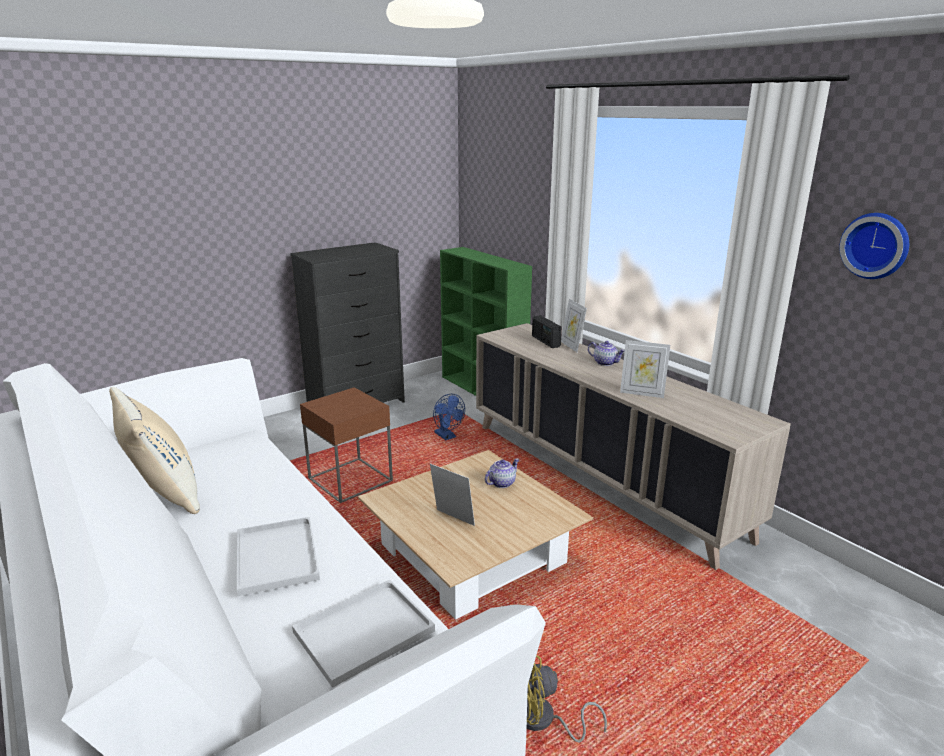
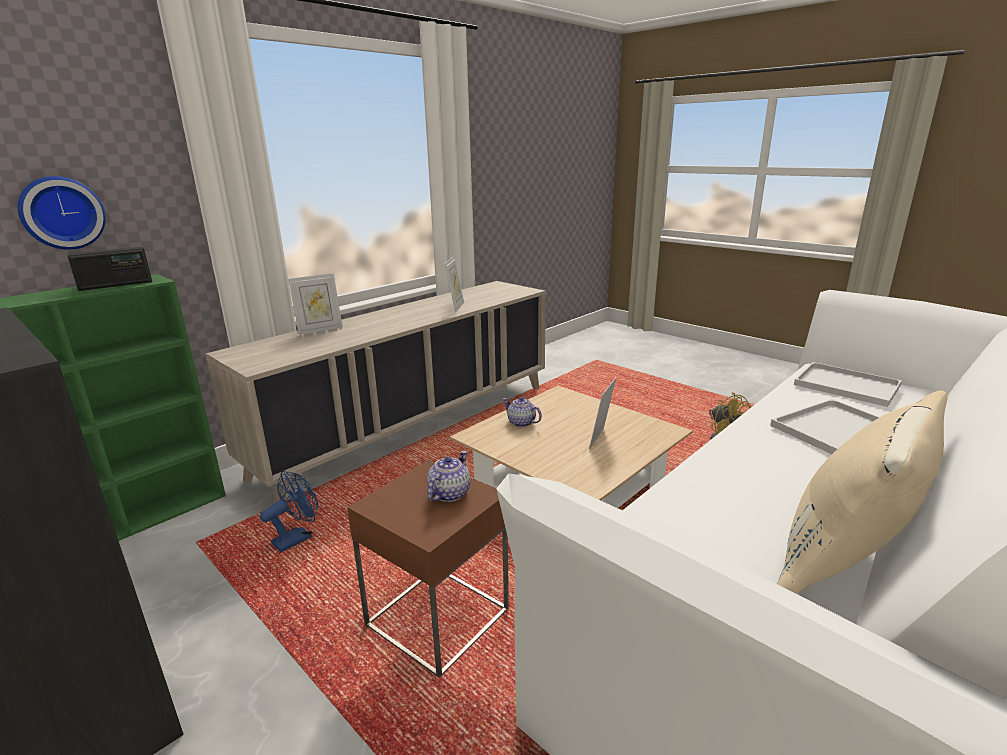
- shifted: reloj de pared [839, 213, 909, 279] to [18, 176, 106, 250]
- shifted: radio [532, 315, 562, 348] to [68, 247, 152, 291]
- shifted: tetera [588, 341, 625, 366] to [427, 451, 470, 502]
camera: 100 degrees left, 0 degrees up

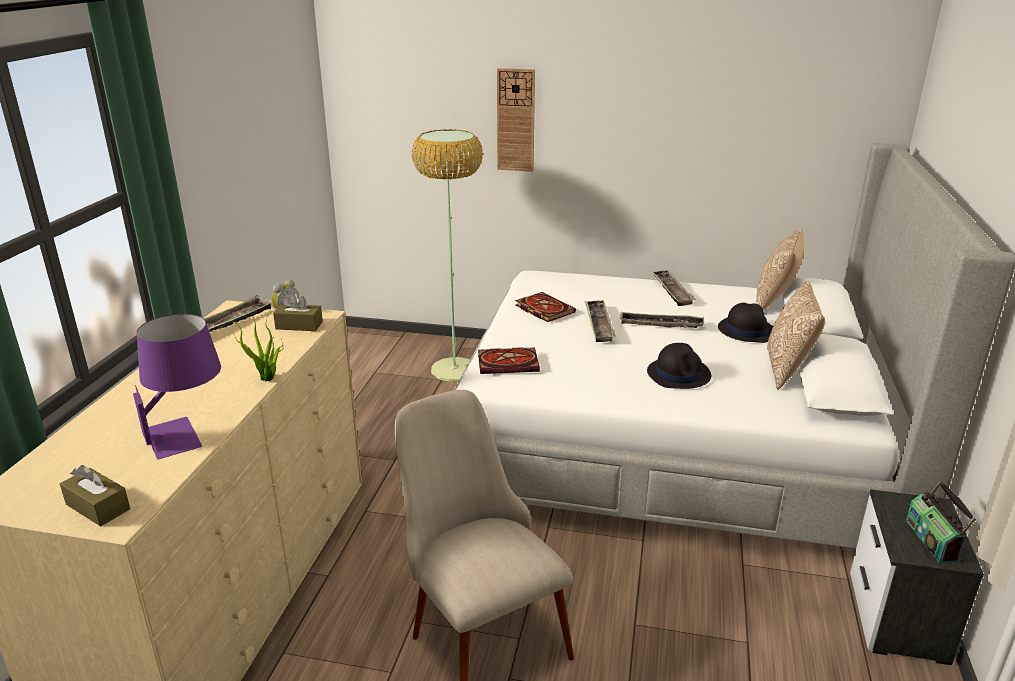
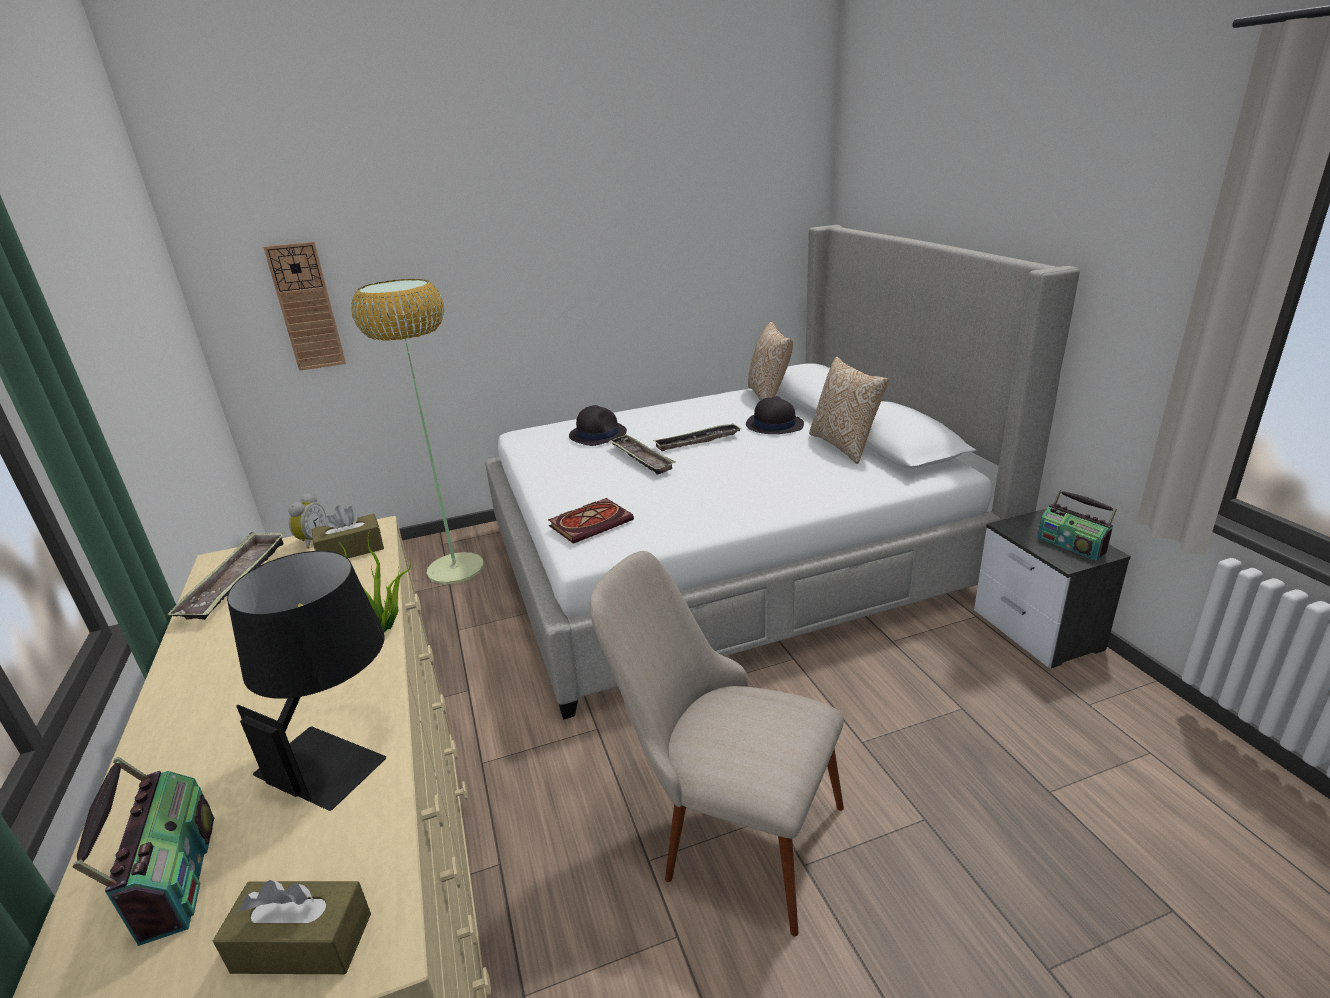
- new: radio [73, 757, 214, 946]
- repainted: lámpara de mesa/morado [133, 314, 221, 459] to lámpara de mesa/negro [227, 551, 386, 811]
- shifted: reloj de pared [497, 68, 535, 172] to [263, 241, 346, 371]
- shifted: sombrero/negro [647, 343, 711, 389] to [569, 405, 627, 446]
- gone: libro [515, 292, 576, 322]
- gone: bandeja [651, 270, 696, 306]
camera: 30 degrees left, 0 degrees up

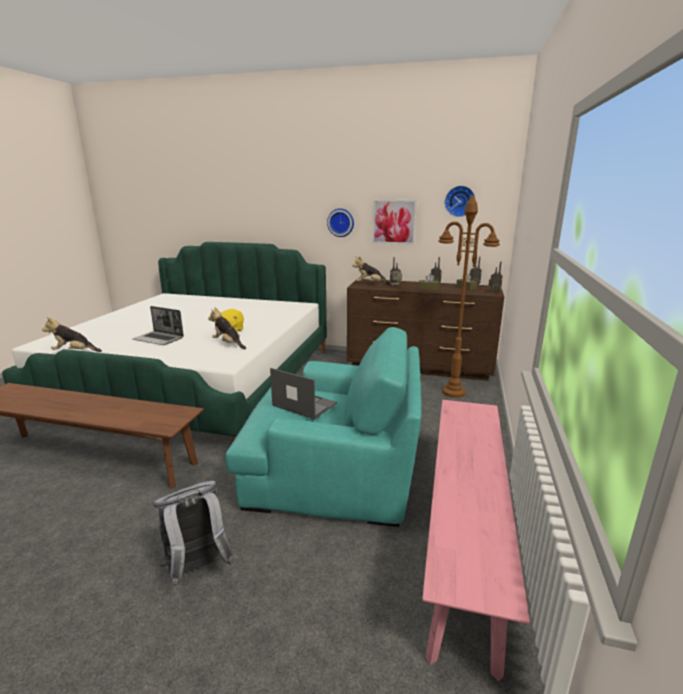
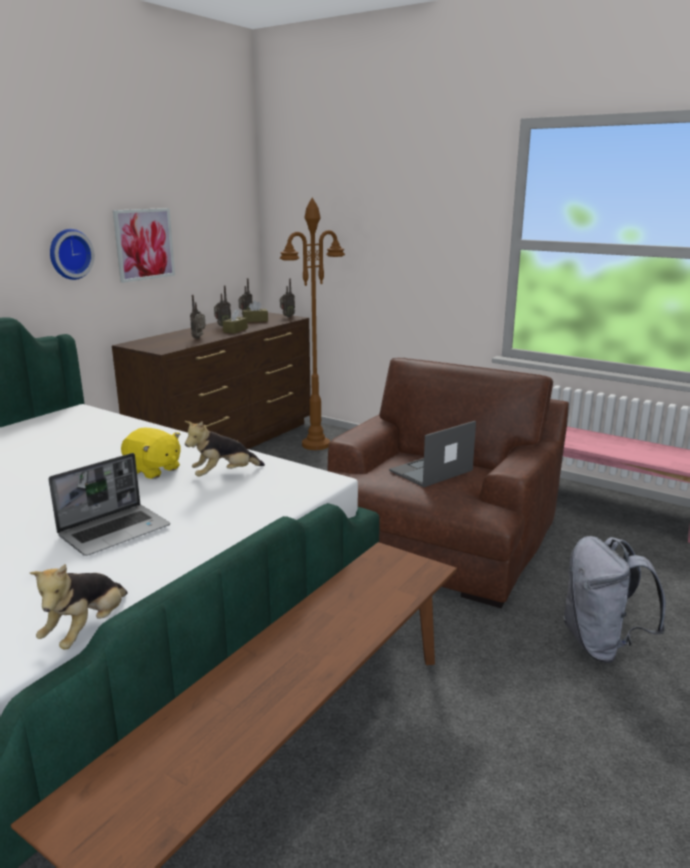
- repainted: sillón/turquesa [225, 327, 422, 527] to sillón/marrón [328, 358, 569, 608]
- gone: peluche [352, 256, 390, 285]
- gone: reloj de pared [445, 186, 476, 217]
camera: 70 degrees left, 0 degrees up

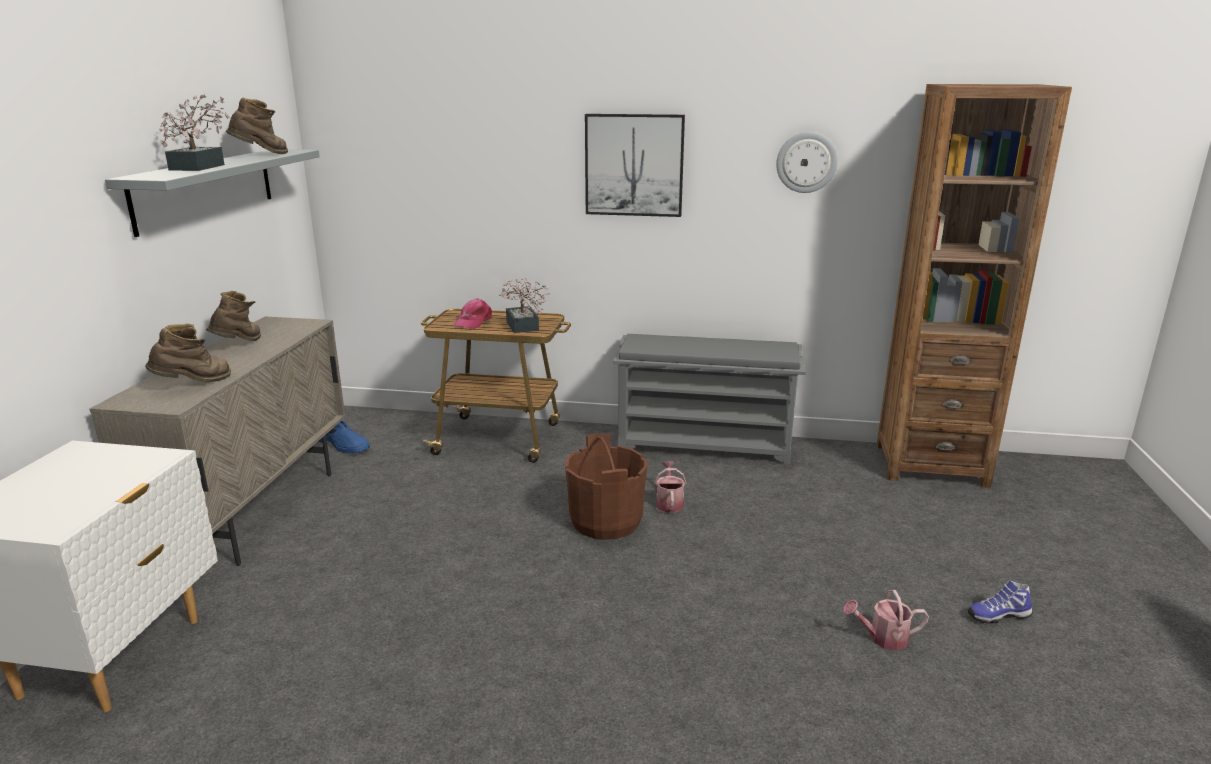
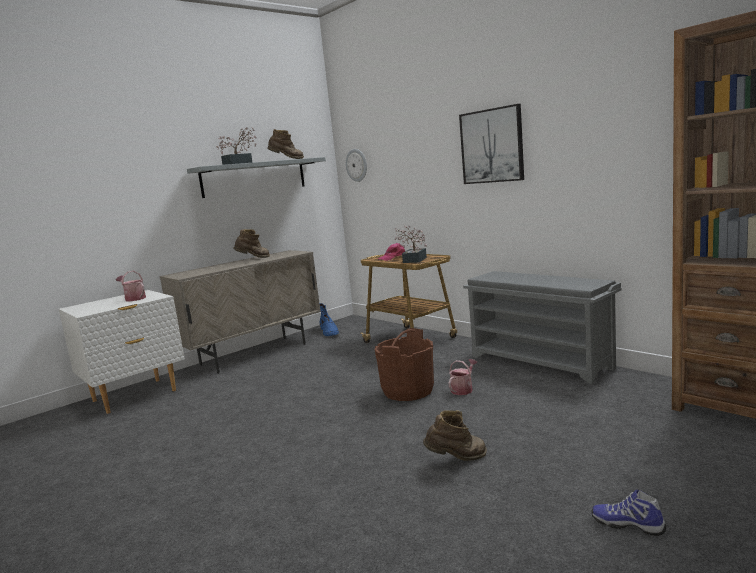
- shifted: regadera [843, 590, 929, 651] to [116, 271, 146, 301]
- shifted: reloj de pared [776, 132, 838, 193] to [346, 149, 367, 182]
- shifted: bota/marrón [145, 323, 231, 383] to [423, 410, 487, 461]
camera: 40 degrees right, 10 degrees down

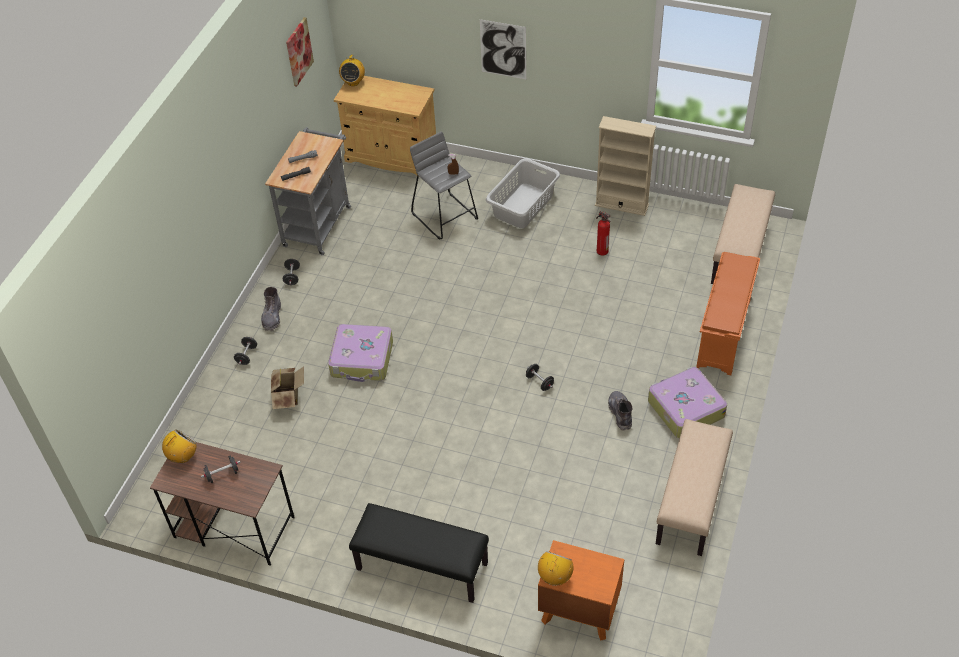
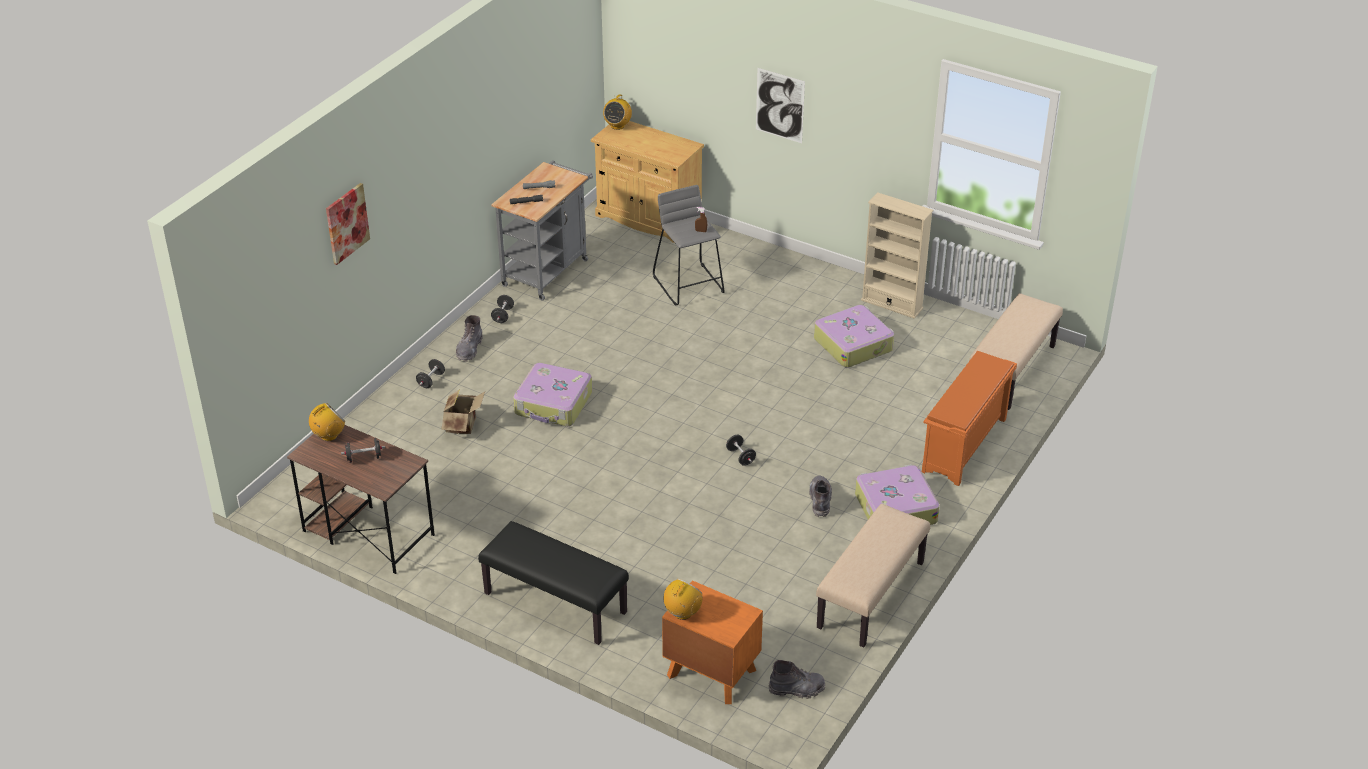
- shifted: cuadro [286, 17, 314, 86] to [326, 183, 370, 265]
- new: bota/gris [769, 660, 825, 699]
- swapped: extintor [596, 211, 611, 256] to maleta [814, 305, 894, 368]
- gone: cesto de la ropa/gris [486, 158, 560, 228]
camera: 10 degrees right, 10 degrees down

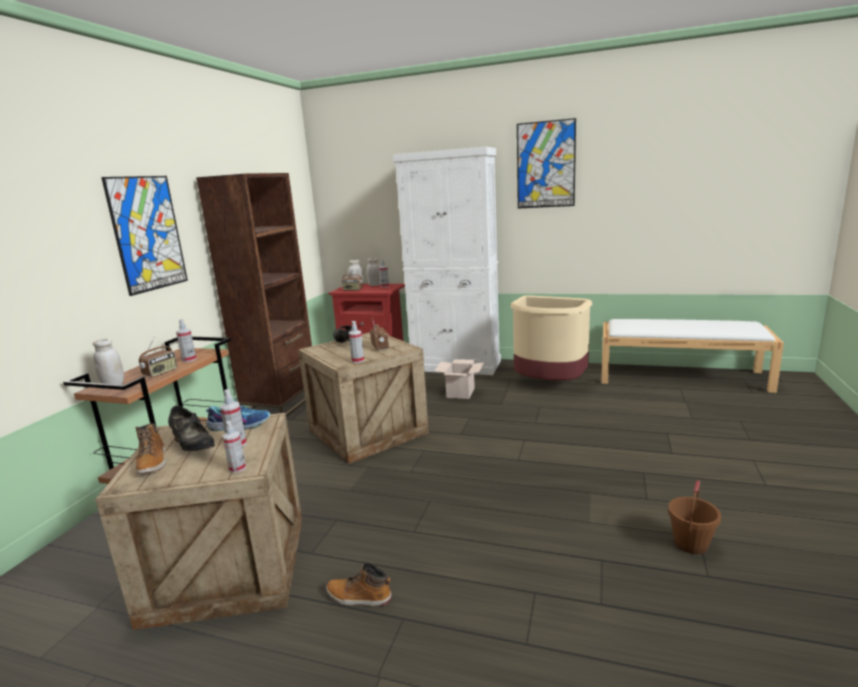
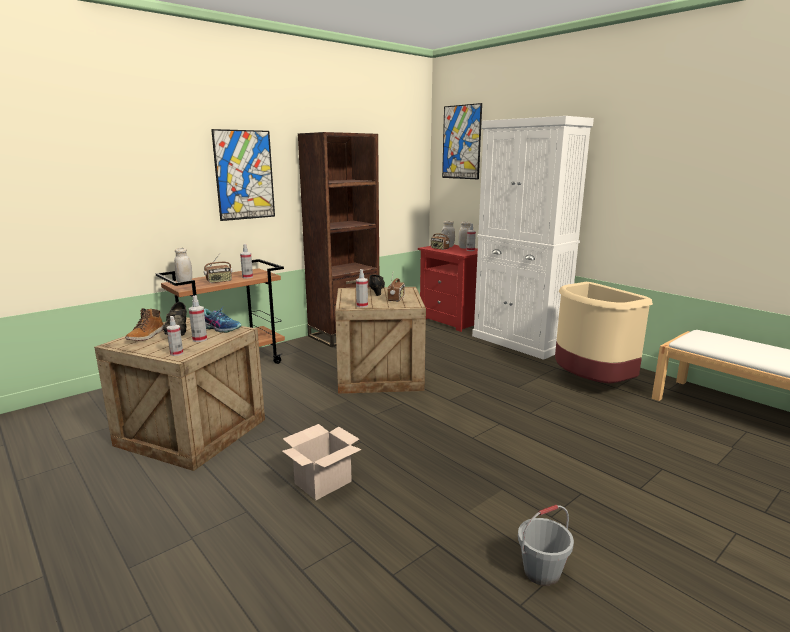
- shifted: caja de cartón [434, 360, 484, 399] to [282, 424, 362, 500]
- shifted: cuadro [517, 118, 576, 209] to [442, 103, 482, 179]
- repainted: cubo/marrón [668, 480, 721, 554] to cubo/gris [518, 505, 574, 586]
- gone: bota [326, 563, 392, 606]
camera: 30 degrees right, 0 degrees up

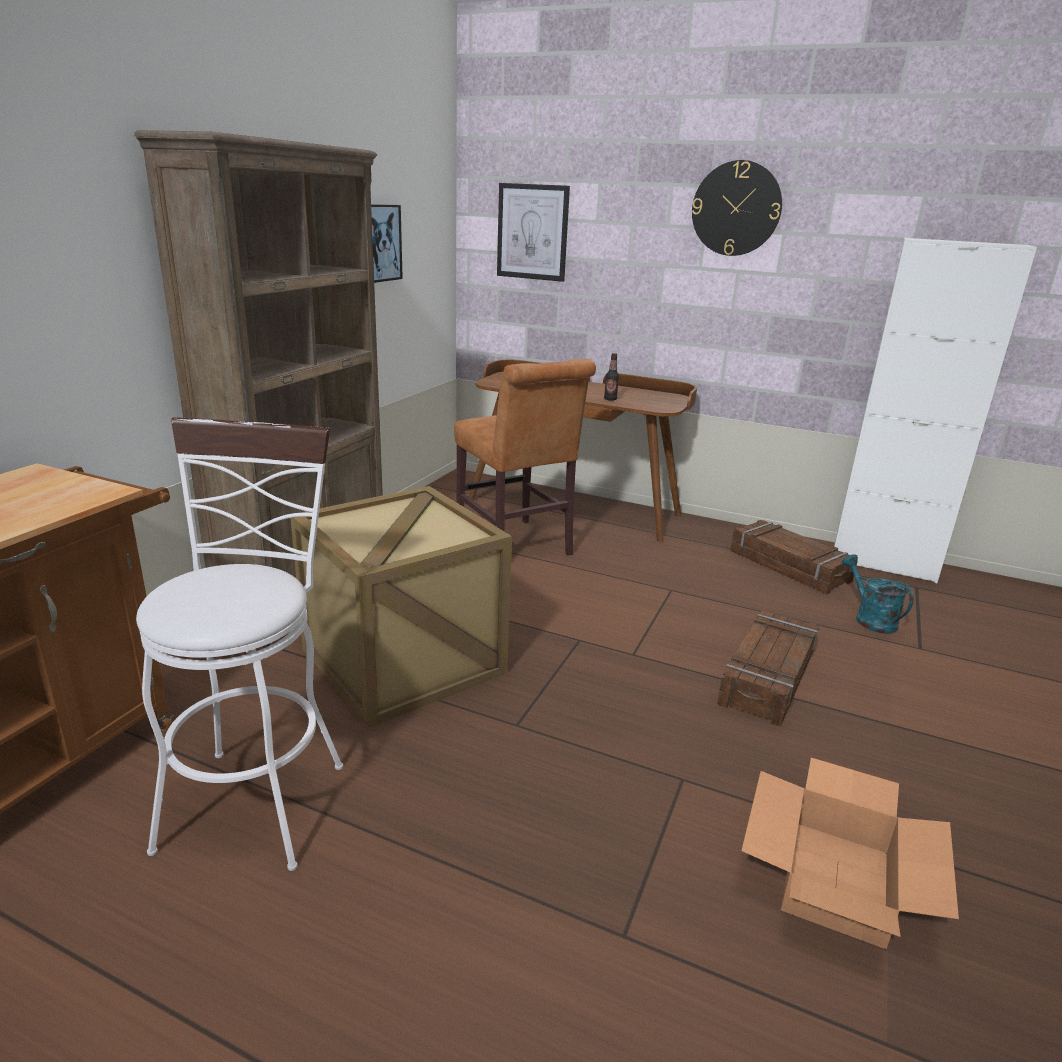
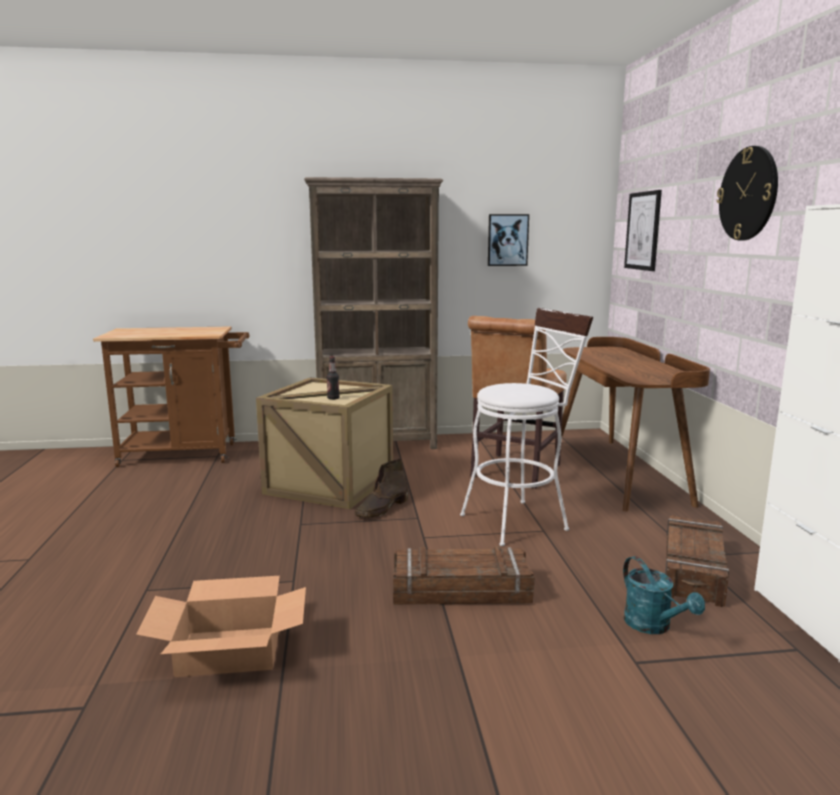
- shifted: botella [604, 353, 619, 401] to [327, 356, 340, 400]
- new: bota/marrón [355, 459, 408, 518]
- shifted: taburete/blanco [136, 417, 343, 871] to [460, 308, 593, 546]
- rotated: regadera/turquesa [842, 554, 914, 634] = [623, 556, 705, 634] 120 degrees clockwise
camera: 60 degrees right, 10 degrees down

